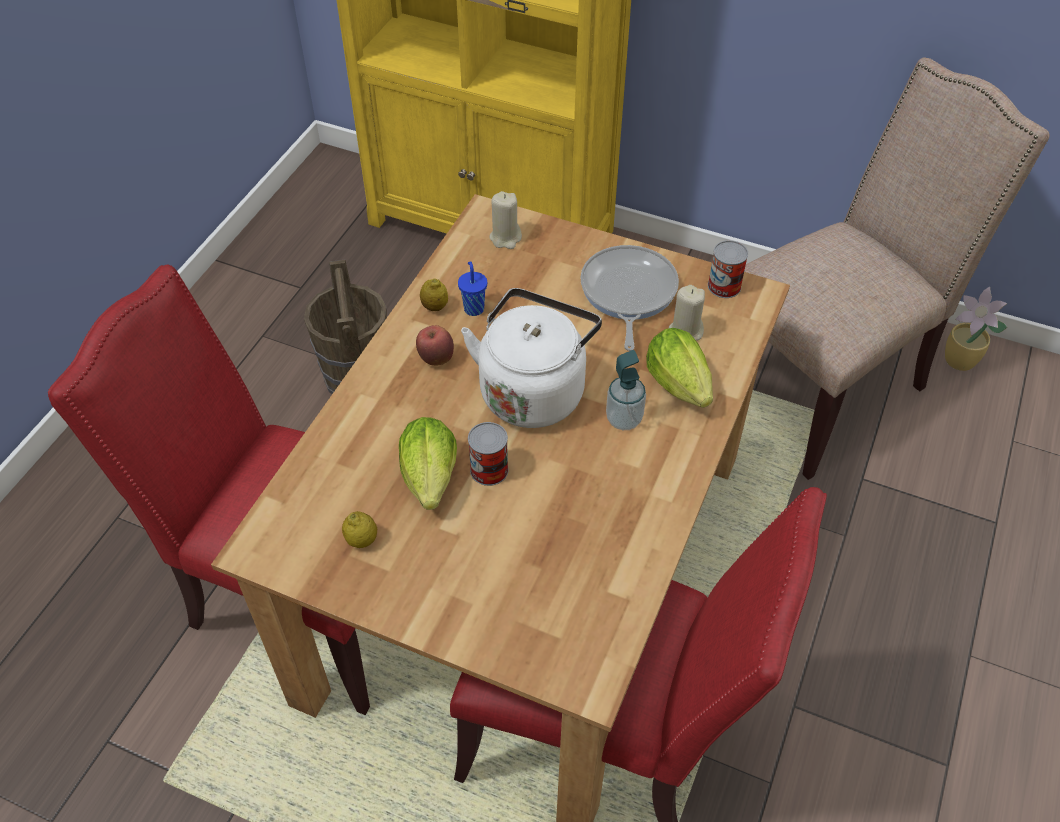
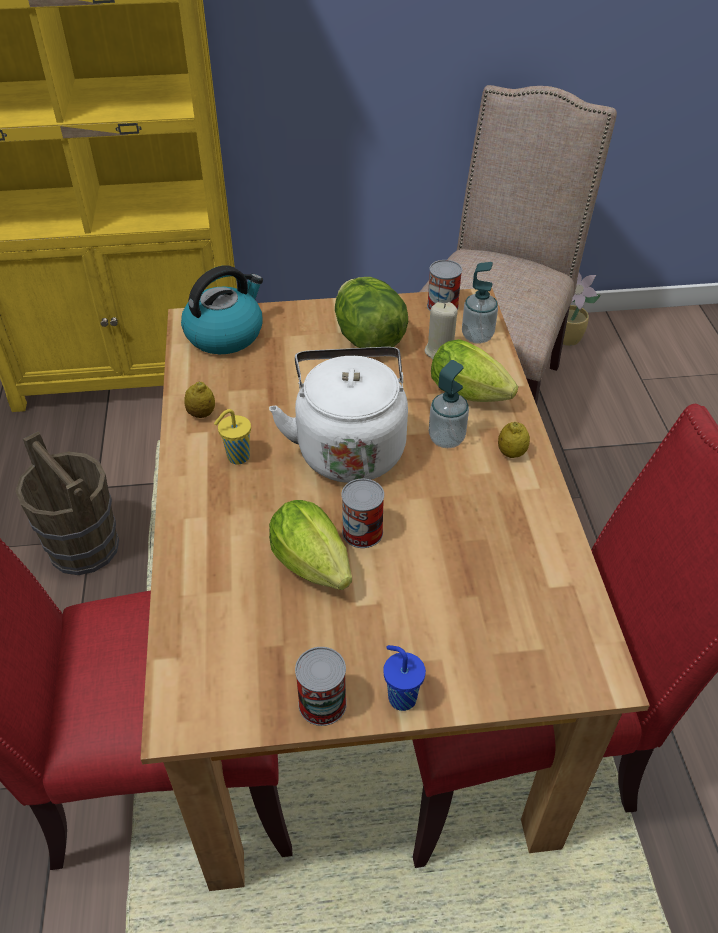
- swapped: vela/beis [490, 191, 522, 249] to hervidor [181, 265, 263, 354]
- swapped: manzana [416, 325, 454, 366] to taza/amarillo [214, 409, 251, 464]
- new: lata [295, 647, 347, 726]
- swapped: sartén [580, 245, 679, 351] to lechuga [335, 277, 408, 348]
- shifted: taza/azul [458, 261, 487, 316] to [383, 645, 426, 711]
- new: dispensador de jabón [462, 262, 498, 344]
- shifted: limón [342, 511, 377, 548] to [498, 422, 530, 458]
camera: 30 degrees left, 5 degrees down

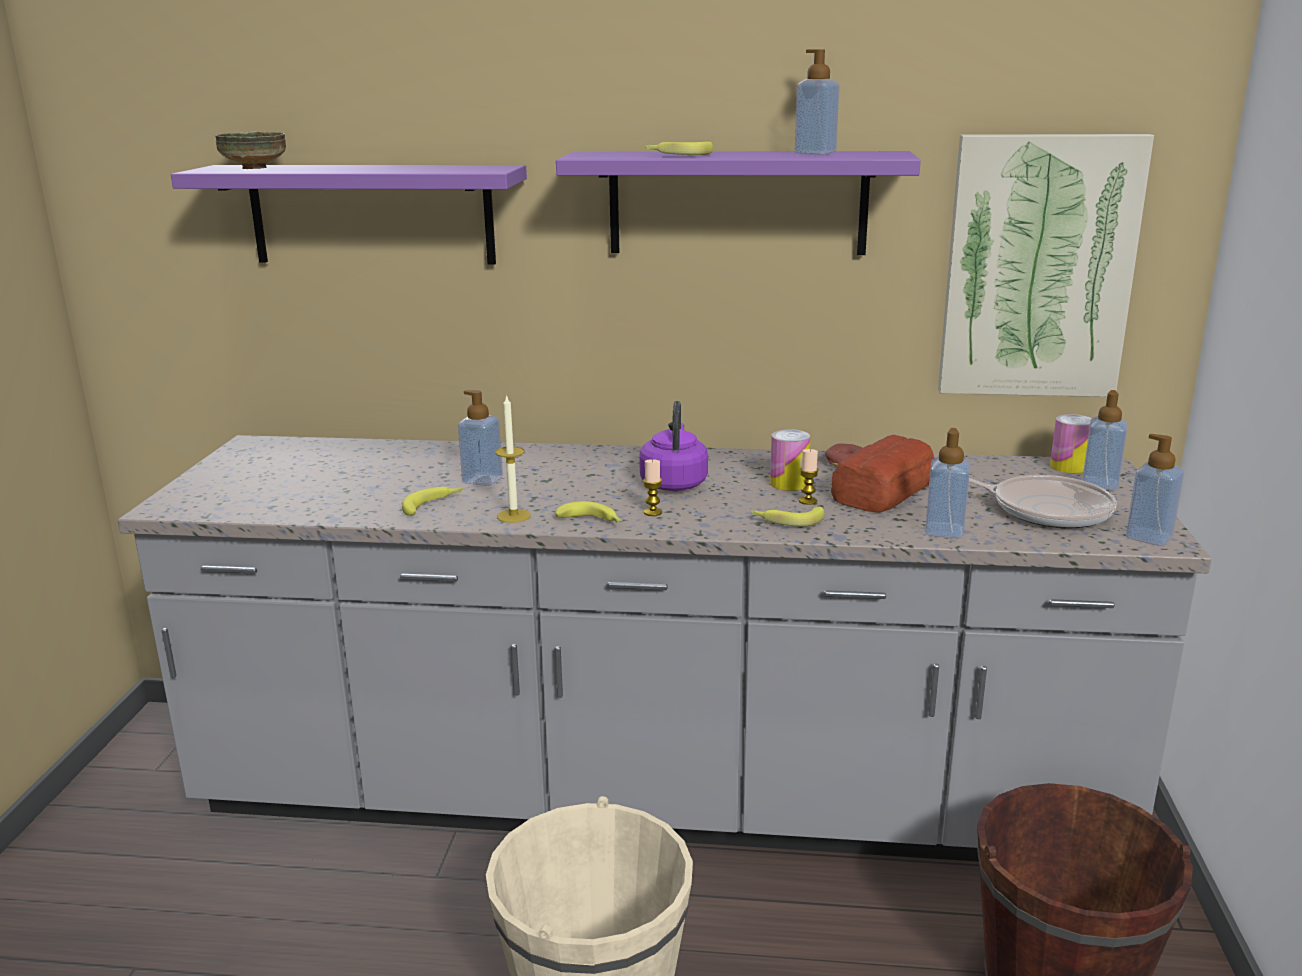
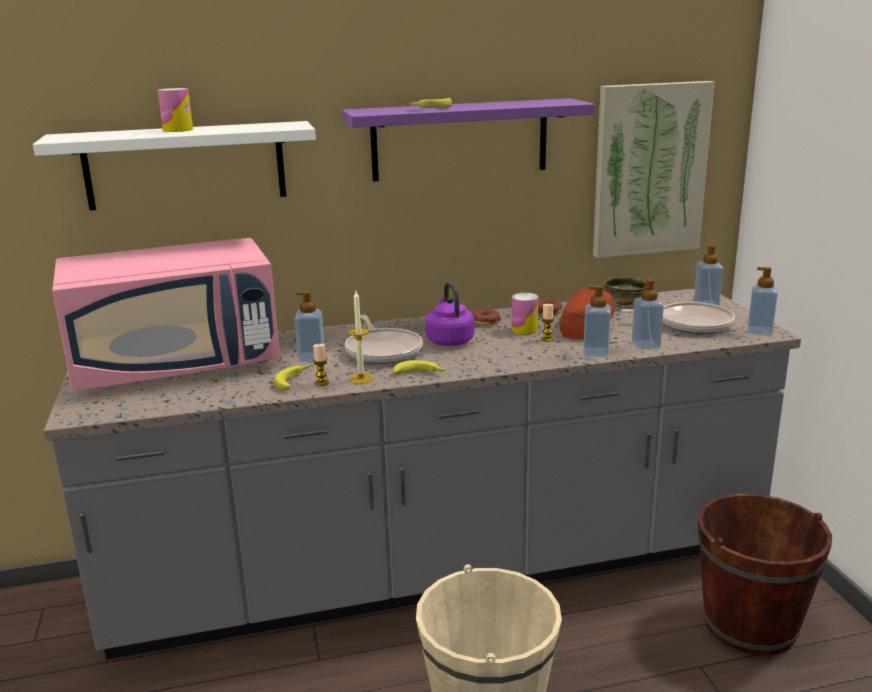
- repainted: estante/morado [171, 165, 527, 265] to estante/blanco [33, 121, 316, 211]
- new: microondas/rosa [52, 238, 280, 392]
- shifted: lata [1050, 414, 1092, 473] to [157, 88, 193, 132]
- shifted: vela [643, 459, 662, 516] to [313, 344, 329, 386]
- new: sartén [345, 315, 423, 364]
- new: rosquilla [472, 308, 501, 326]
- shifted: dispensador de jabón [795, 49, 840, 155] to [583, 286, 611, 357]
- shifted: cuenco [215, 131, 286, 169] to [604, 277, 646, 305]
- gone: plátano [751, 506, 824, 527]
camera: 20 degrees left, 0 degrees up

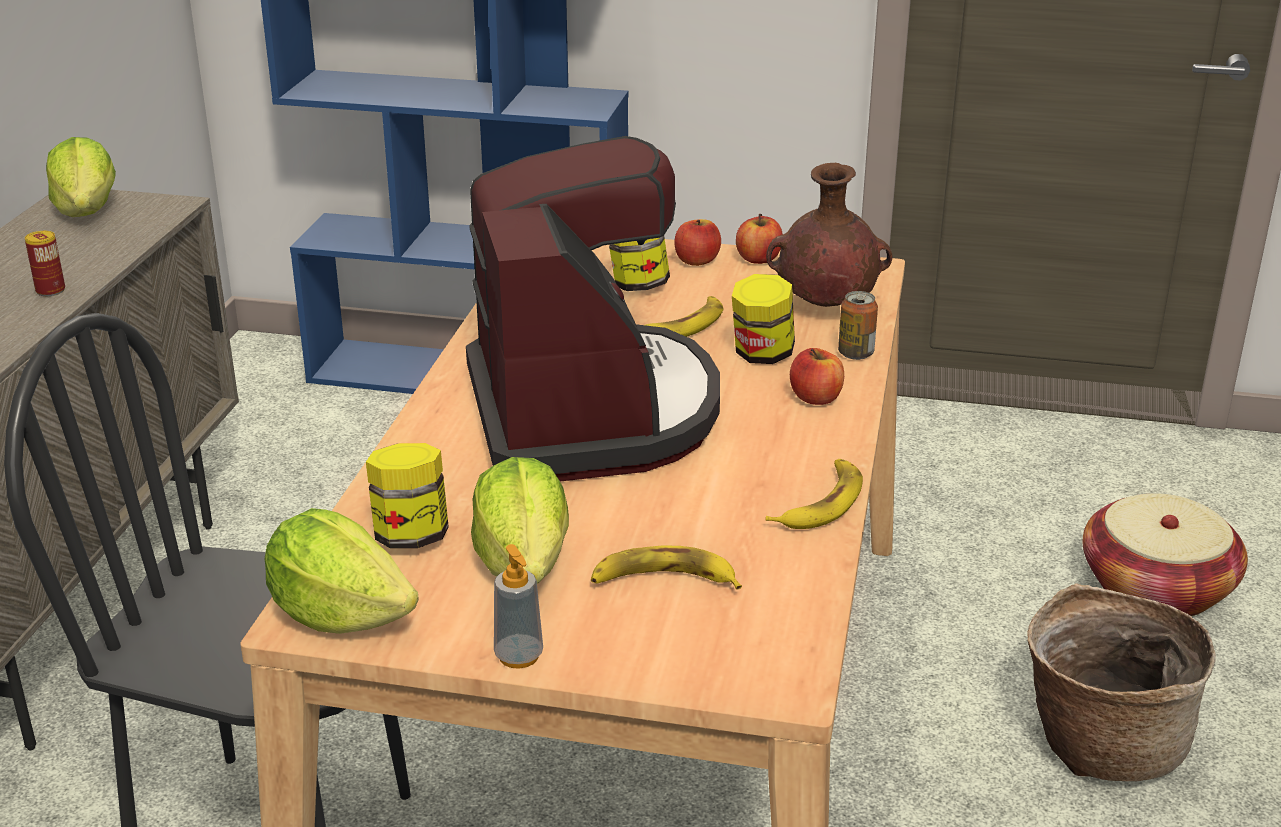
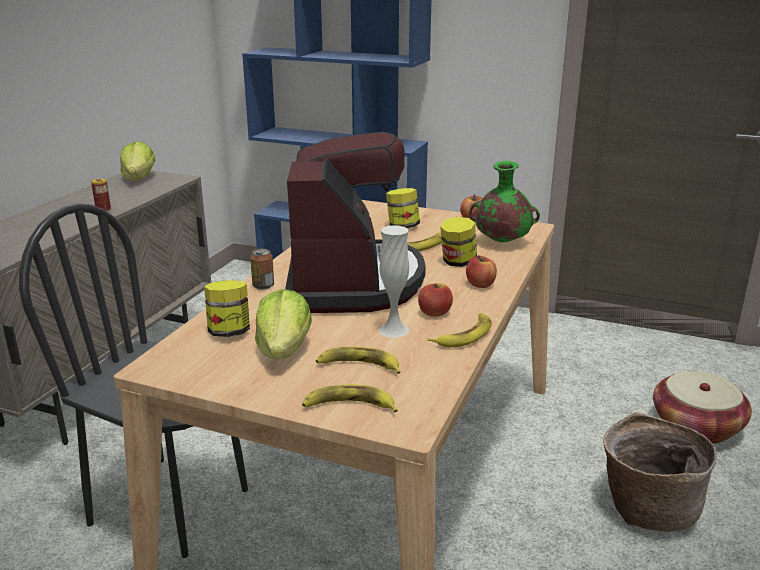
- shifted: lata [838, 291, 878, 360] to [250, 248, 274, 290]
- new: plátano [302, 384, 398, 412]
- new: florero/blanco [378, 225, 409, 338]
- shifted: manzana [675, 219, 721, 266] to [418, 283, 453, 317]
- repainted: florero/marrón [766, 163, 892, 307] to florero/verde [469, 161, 540, 242]
- gone: lechuga [265, 508, 419, 634]
- gone: dispensador de jabón [494, 544, 543, 669]
camera: 10 degrees right, 5 degrees down

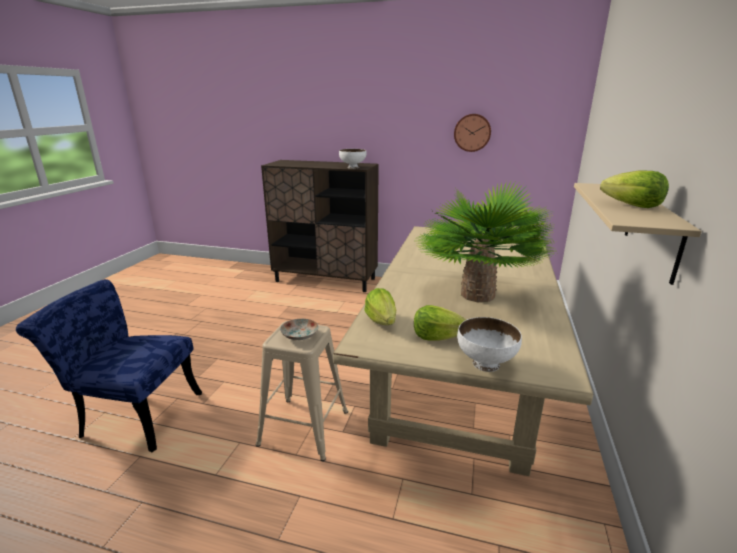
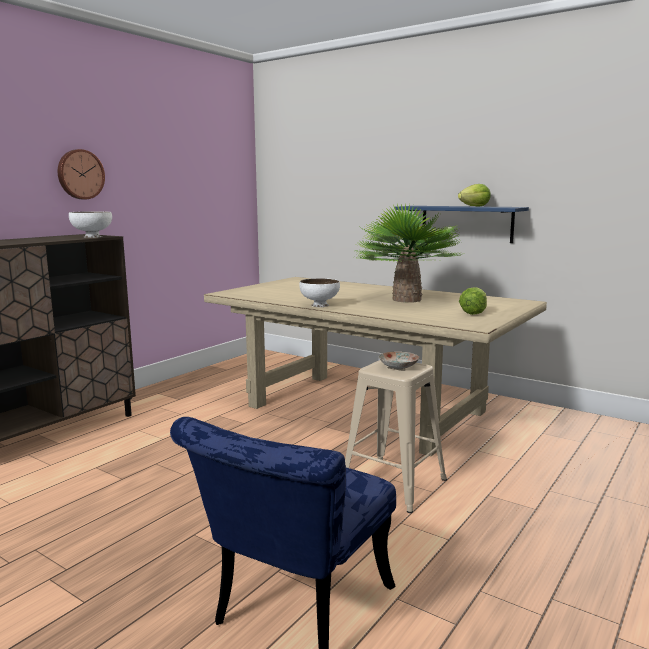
- shifted: reloj de pared [454, 114, 491, 152] to [58, 149, 105, 199]
- shifted: cuenco/blanco [457, 317, 522, 372] to [299, 278, 340, 307]
- repainted: estante/beis [574, 183, 702, 285] to estante/azul [395, 206, 529, 243]
- gone: lechuga [364, 288, 396, 325]
camera: 70 degrees left, 10 degrees down

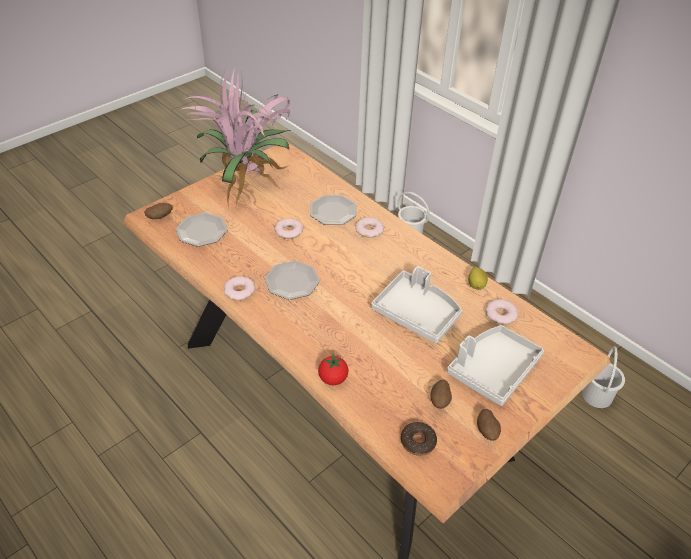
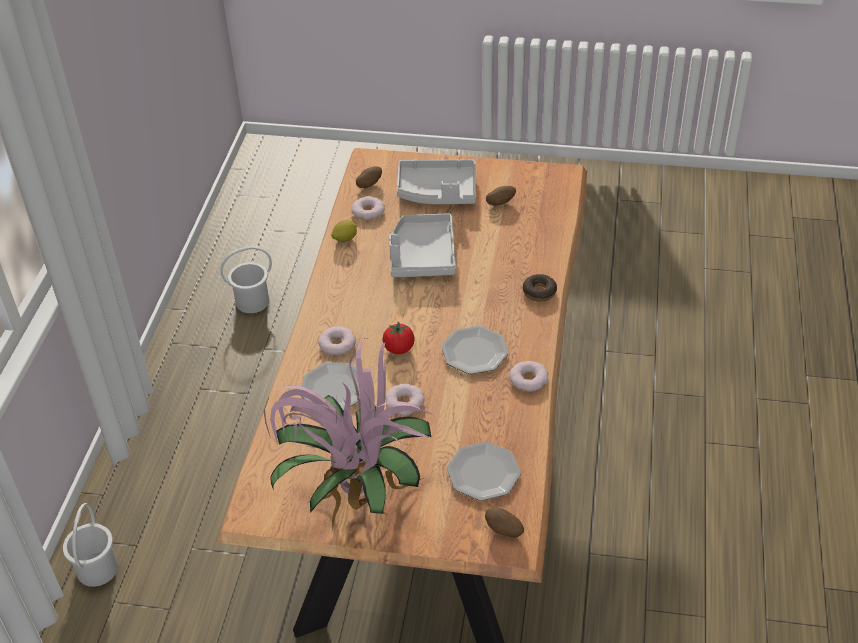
- shifted: patata [477, 409, 501, 441] to [356, 166, 382, 188]
- shifted: tomate [318, 354, 349, 385] to [382, 321, 415, 354]
- shifted: rosquilla [401, 422, 437, 456] to [523, 274, 557, 302]
camera: 125 degrees left, 0 degrees up

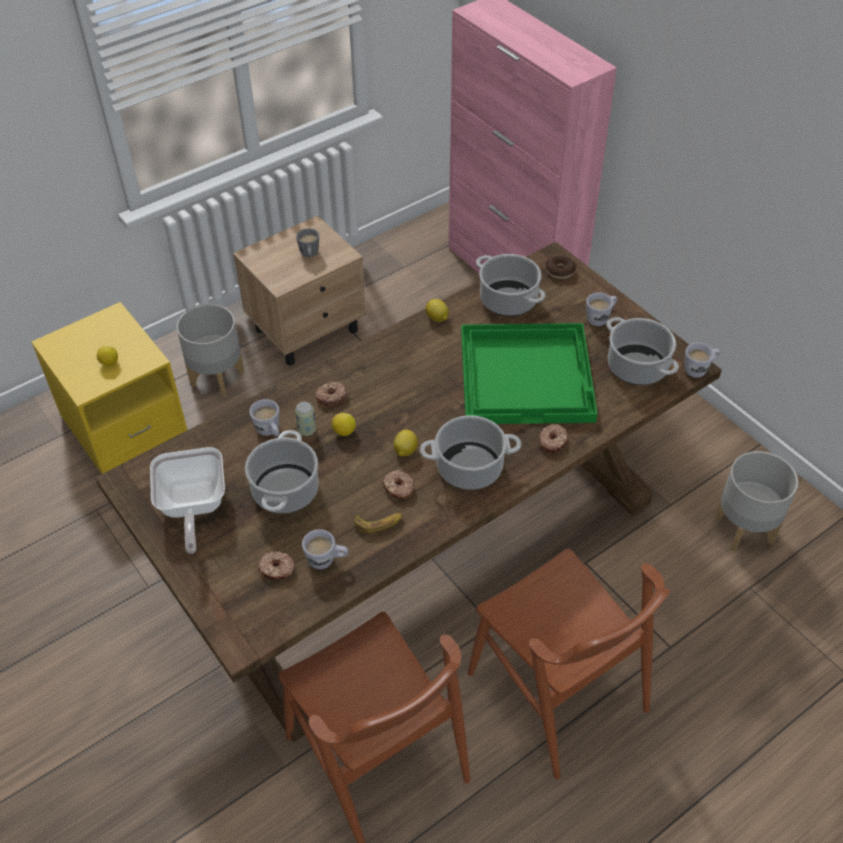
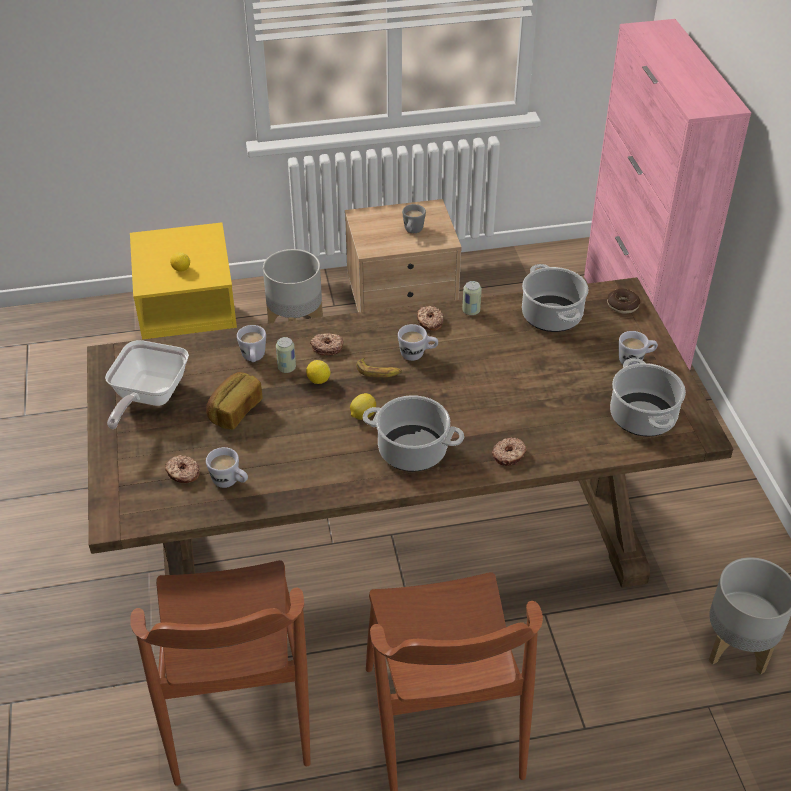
- swapped: olla [245, 430, 319, 514] to pan [206, 372, 263, 430]
- shifted: plátano [354, 513, 403, 533] to [356, 358, 402, 377]
- shifted: taza grande/blanco [684, 343, 720, 378] to [398, 324, 438, 361]
- shifted: rosquilla [382, 470, 414, 499] to [417, 306, 444, 331]
- swapped: limón [426, 299, 449, 322] to lata [462, 281, 482, 315]
- gone: bandeja/verde [461, 323, 597, 424]
camera: 25 degrees right, 5 degrees down

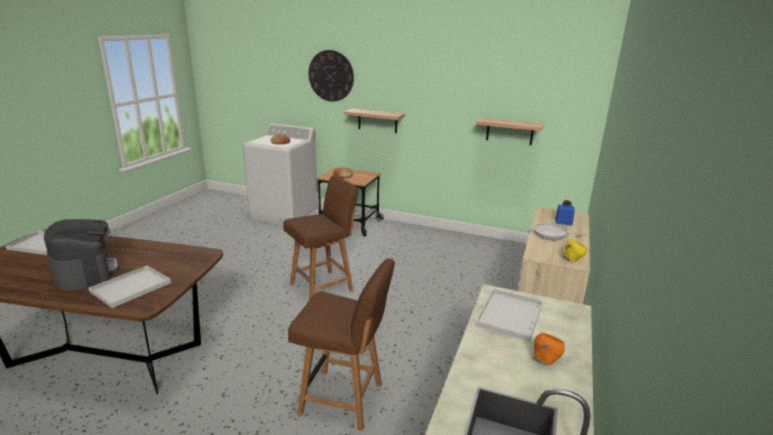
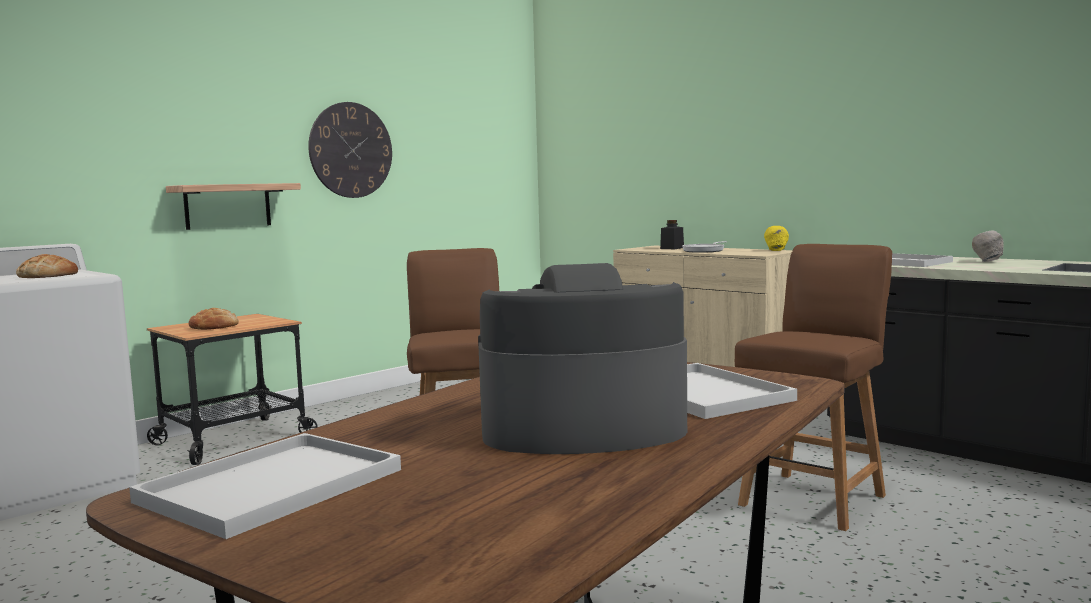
- shifted: reloj de pared [308, 50, 354, 102] to [308, 102, 392, 198]
- repainted: tarro/azul [555, 200, 575, 226] to tarro/negro [660, 220, 684, 249]
- repainted: cuenco/naranja [534, 333, 565, 365] to cuenco/gris [972, 231, 1004, 262]
- gone: estante [476, 118, 543, 145]
camera: 65 degrees left, 15 degrees down

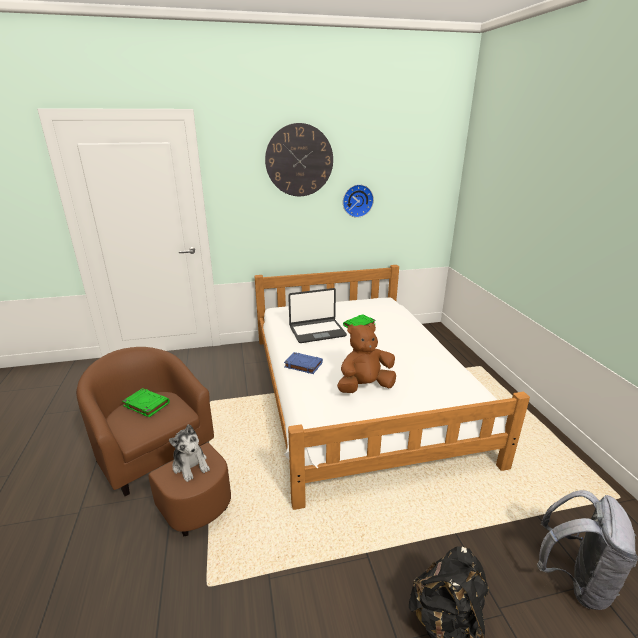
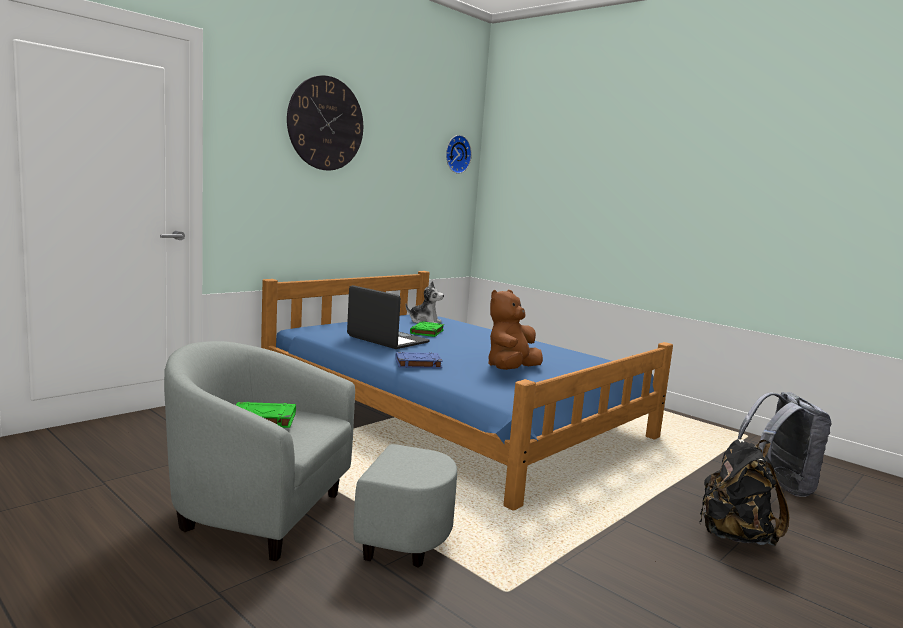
- repainted: sillón/marrón [76, 347, 231, 537] to sillón/gris [164, 341, 457, 568]
- repainted: cama/blanco [255, 265, 530, 510] to cama/azul [261, 271, 673, 510]
- rotated: portátil [288, 288, 347, 343] = [347, 285, 430, 349] 90 degrees counterclockwise
- shifted: peluche [169, 424, 210, 482] to [406, 281, 444, 323]
- shifted: reloj de pared [343, 184, 374, 218] to [446, 135, 472, 174]
camera: 35 degrees left, 15 degrees down

